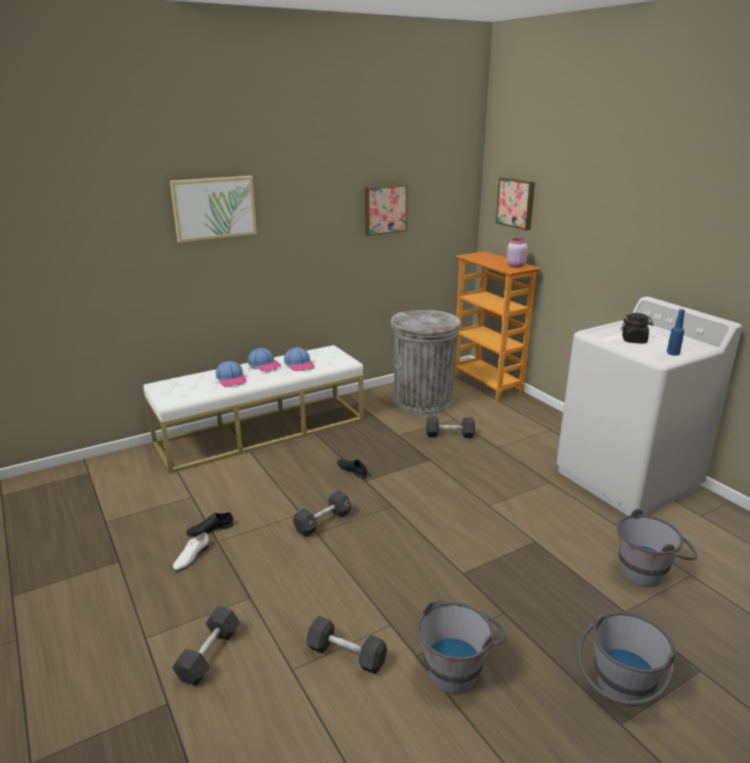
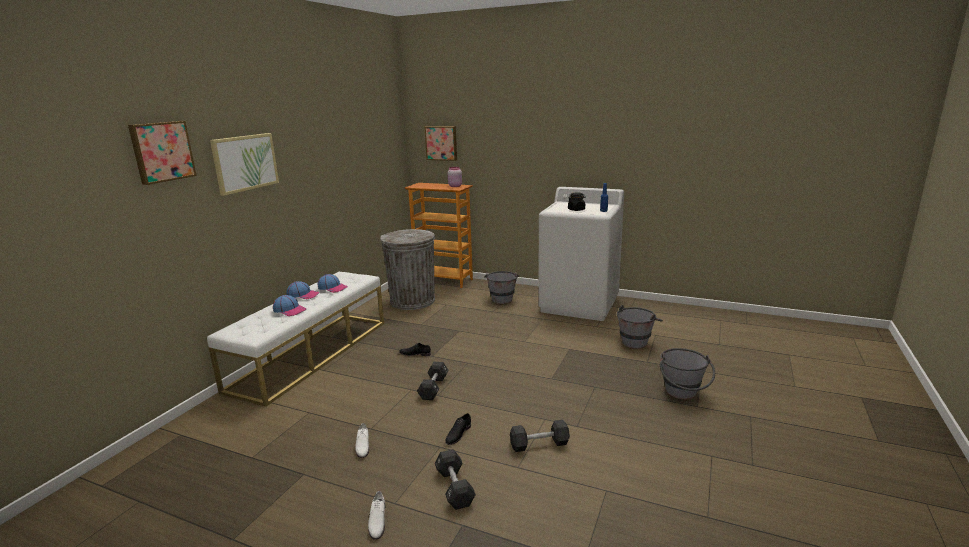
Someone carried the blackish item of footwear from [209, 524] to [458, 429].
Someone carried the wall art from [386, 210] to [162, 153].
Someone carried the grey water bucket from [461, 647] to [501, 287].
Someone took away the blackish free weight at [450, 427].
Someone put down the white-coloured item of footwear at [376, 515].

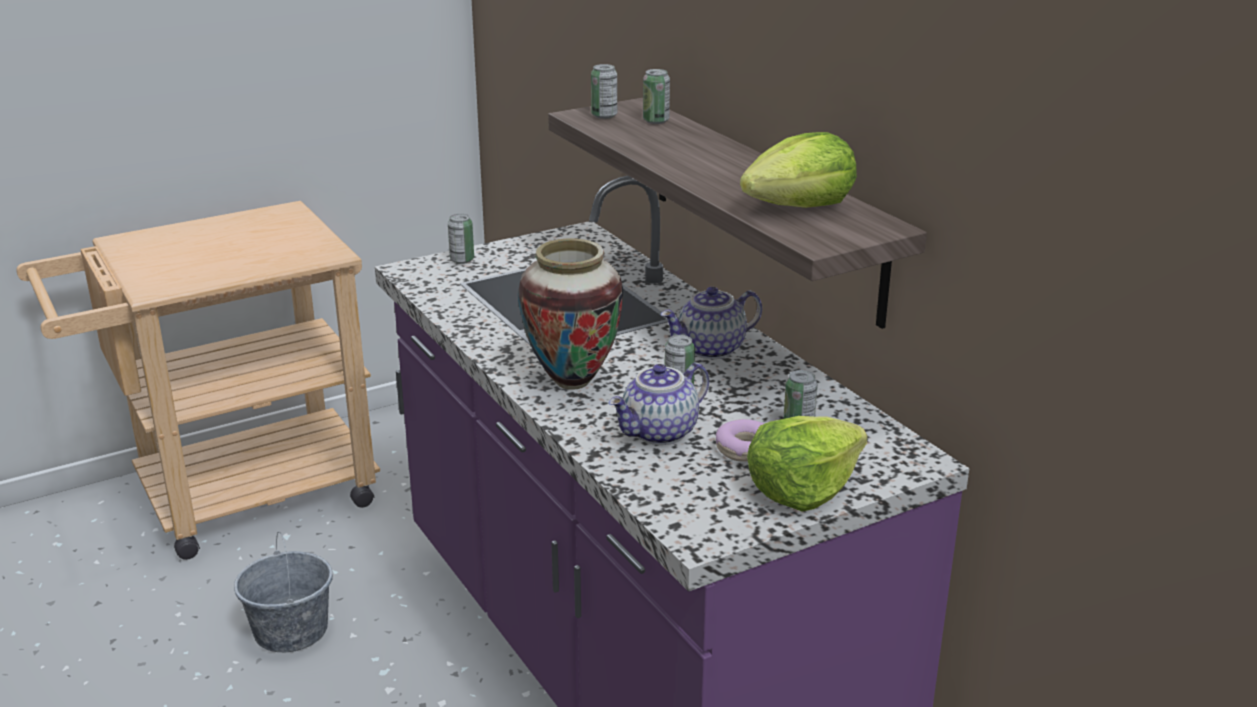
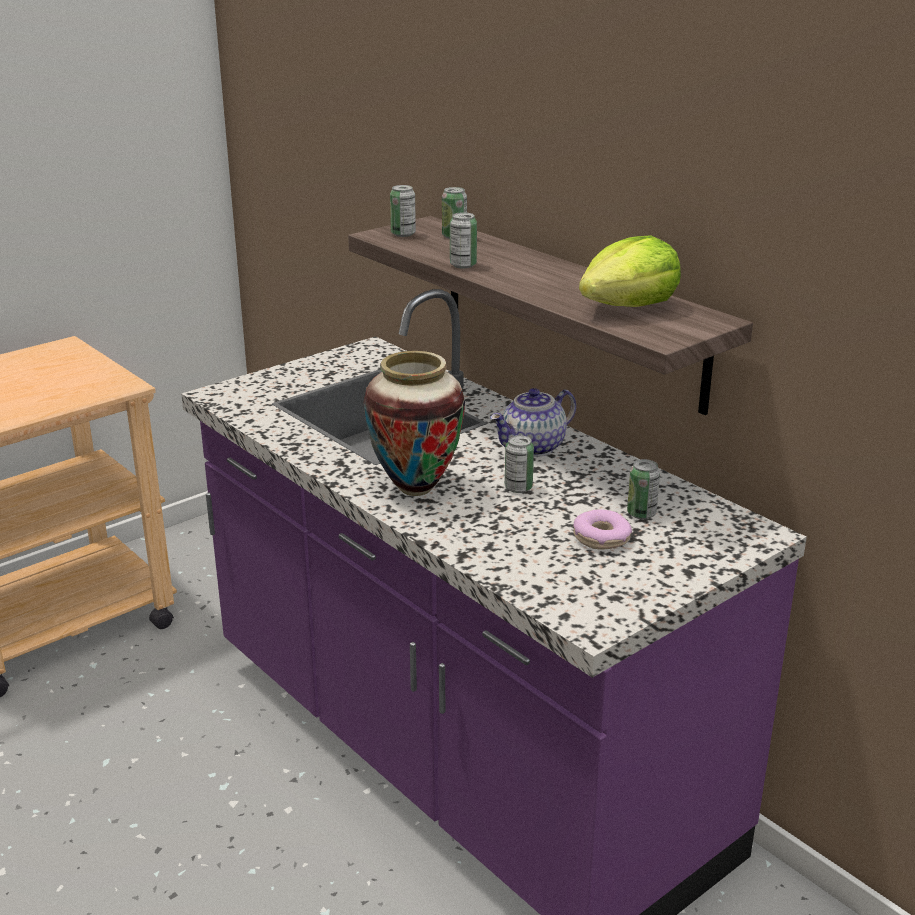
Someone took away the grey water bucket at [283, 592].
Someone carried the metal can from [461, 239] to [463, 240].
Someone took away the pot for tea at [659, 403].
Someone took away the lettuce at [807, 464].

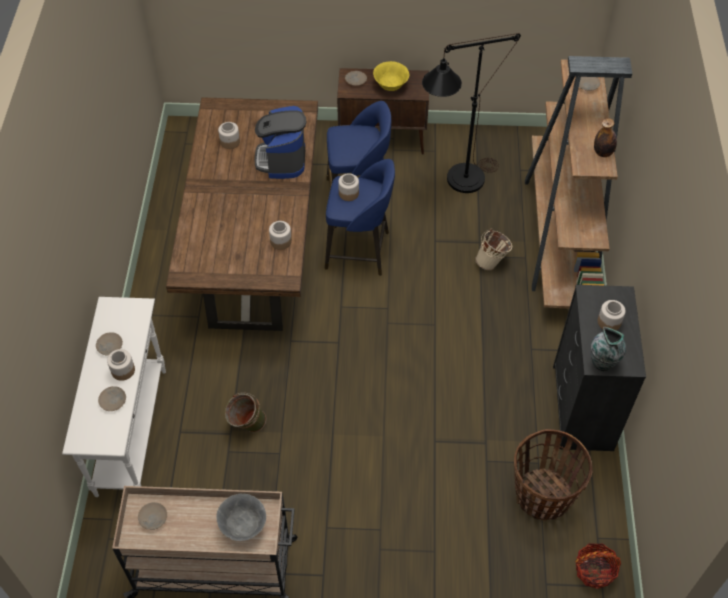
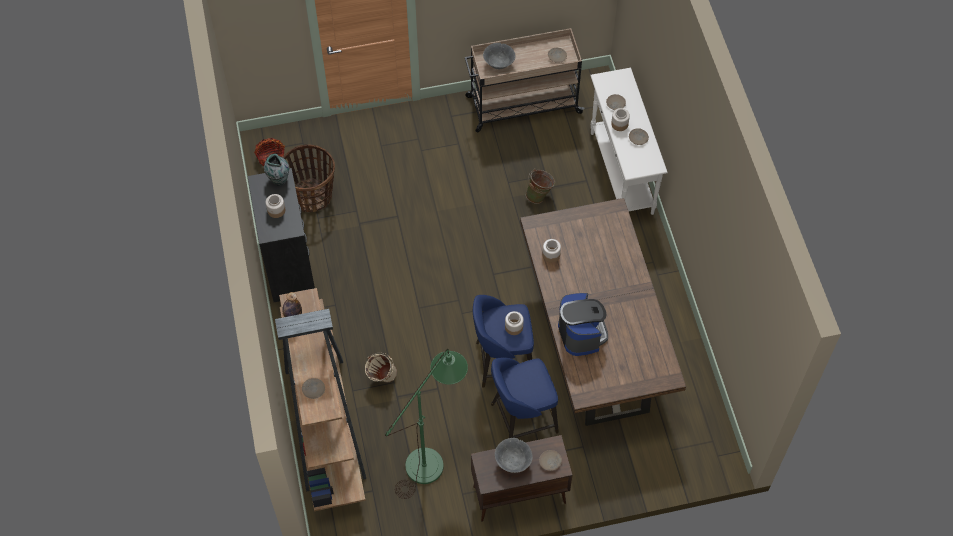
Someone took away the preserve jar at [229, 135].
Someone repainted the yellow deep dish at [391, 76], which became the grey deep dish at [514, 455].
Someone repainted the blackish floor lamp at [471, 113], which became the green-coloured floor lamp at [426, 424].

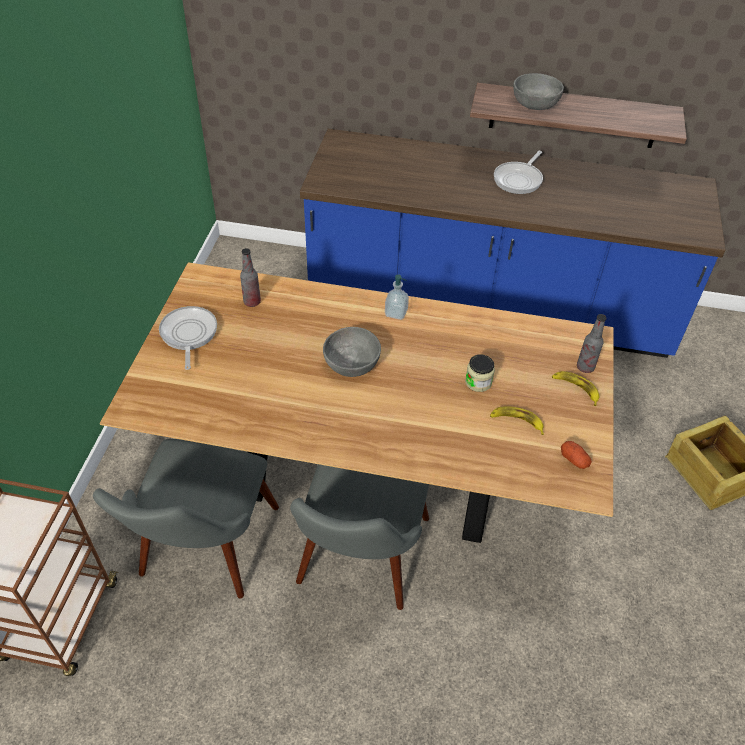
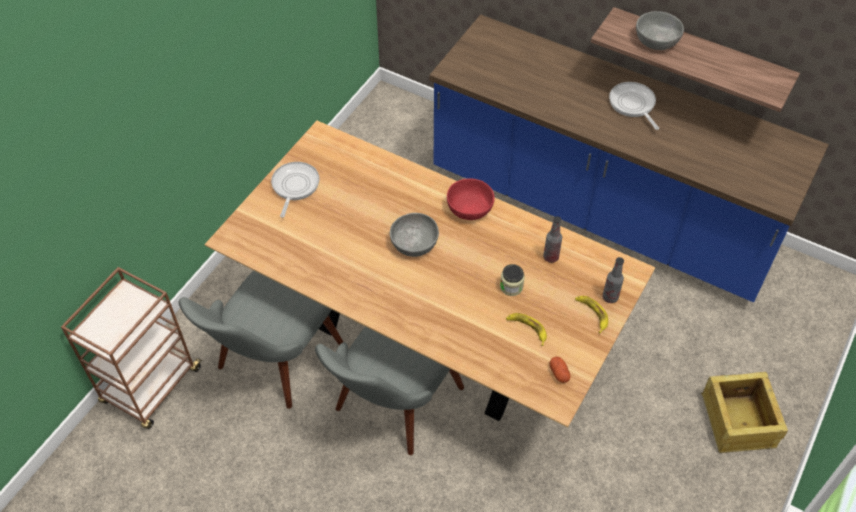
Someone carried the beverage bottle from [250, 277] to [552, 239].
Someone swapped the liquid soap bottle at [397, 297] for the red-coloured deep dish at [471, 199].
Someone rotated the skillet at [518, 172] by 105 degrees clockwise.

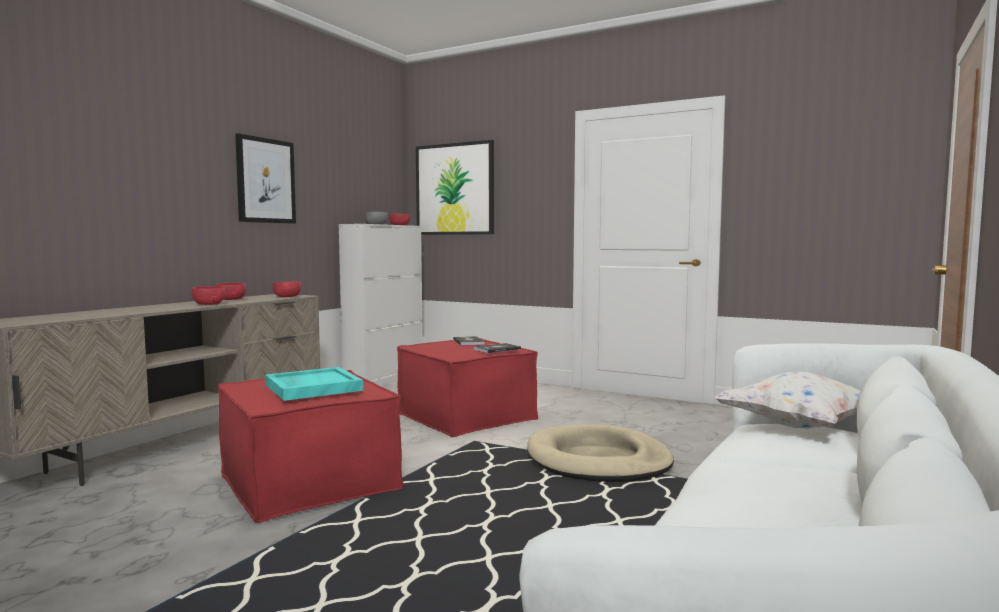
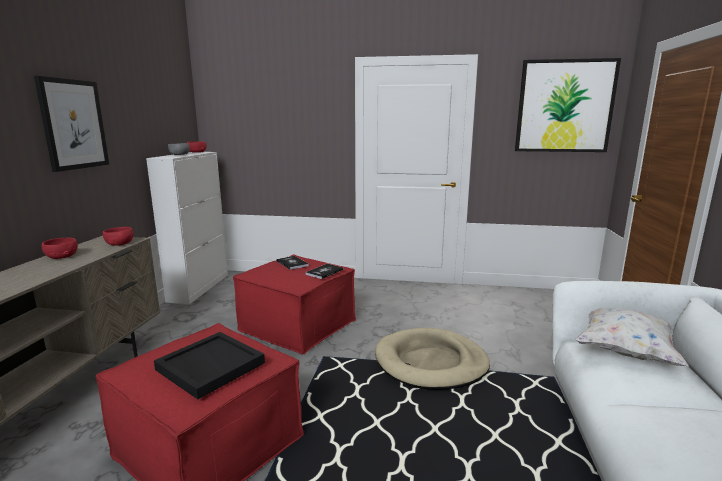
Someone took away the red-coloured deep dish at [208, 295].
Someone repainted the blue-green serving tray at [314, 384], which became the blackish serving tray at [209, 365].
Someone carried the wall art from [455, 187] to [568, 105].

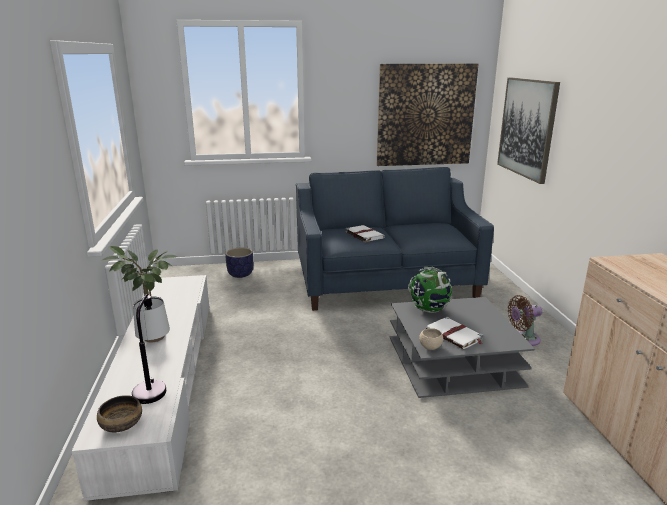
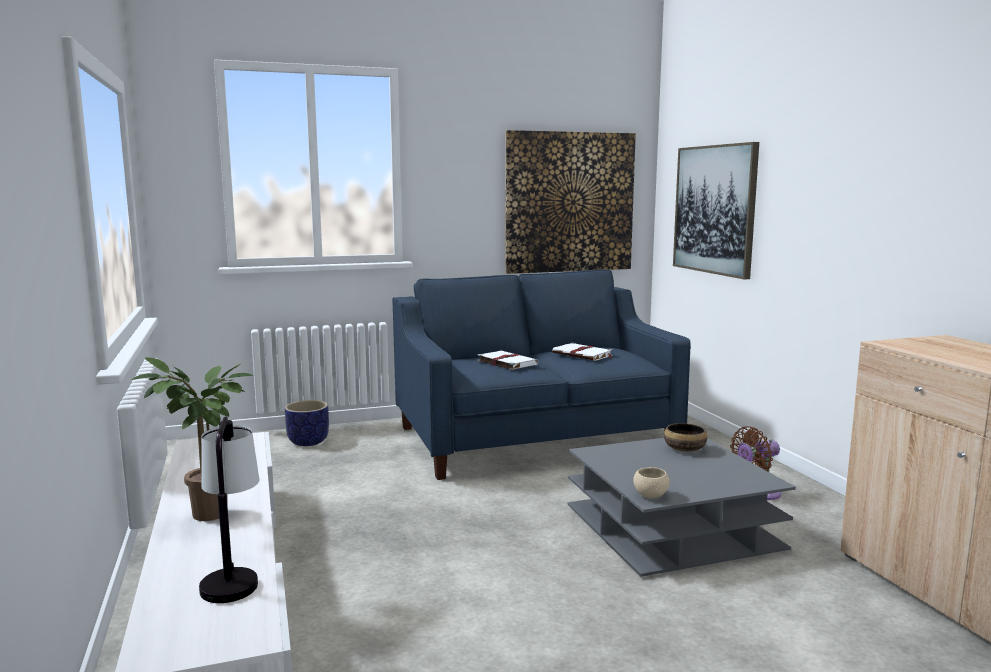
Someone carried the deep dish from [119, 413] to [685, 437].
Someone took away the globe at [430, 290].
Someone carried the white-coloured book from [454, 333] to [583, 352].

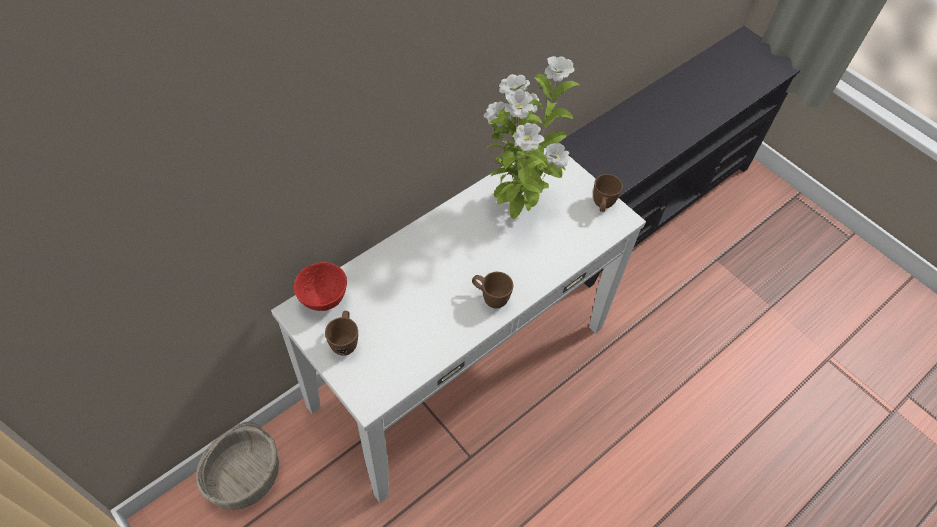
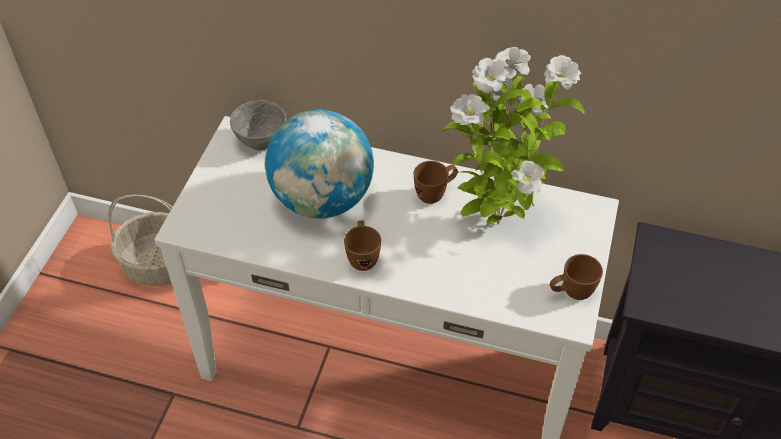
Someone repainted the red-coloured deep dish at [320, 286], which became the grey deep dish at [258, 125].
Someone carried the brown-coloured tea mug from [341, 333] to [436, 182].
Someone put down the globe at [319, 164].

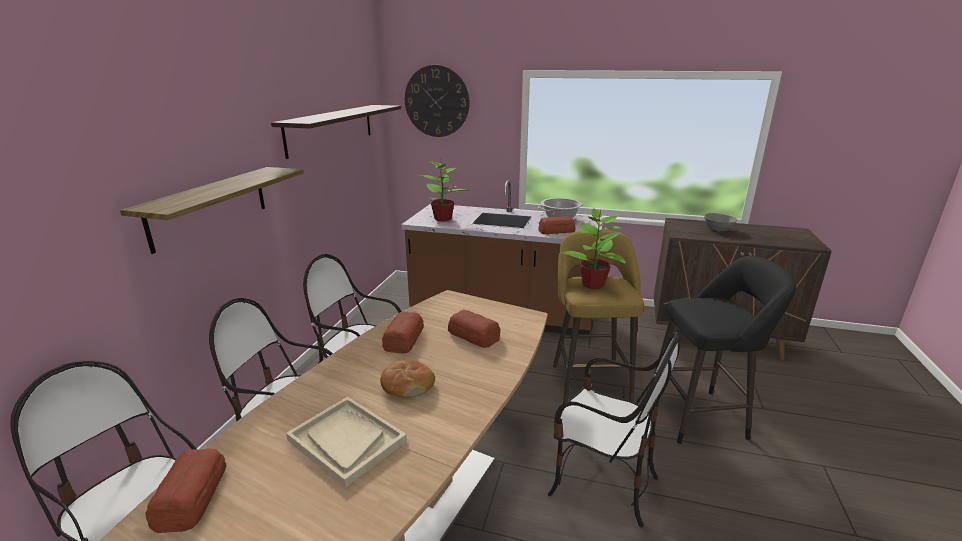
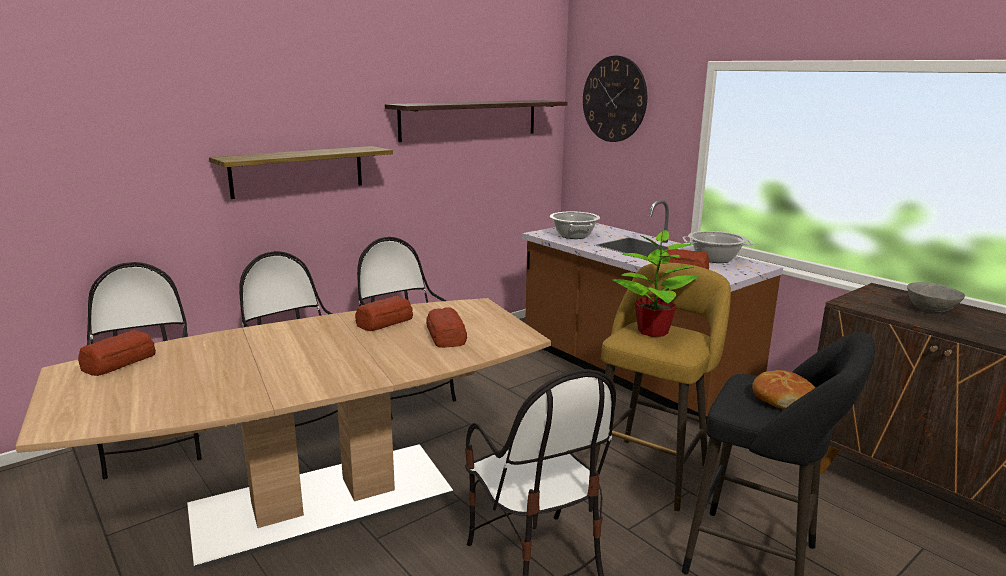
Someone took away the sand-coloured serving tray at [346, 442].
Someone carried the bakery bread from [407, 378] to [783, 389].
Someone swapped the potted plant at [443, 191] for the saucepot at [575, 225].

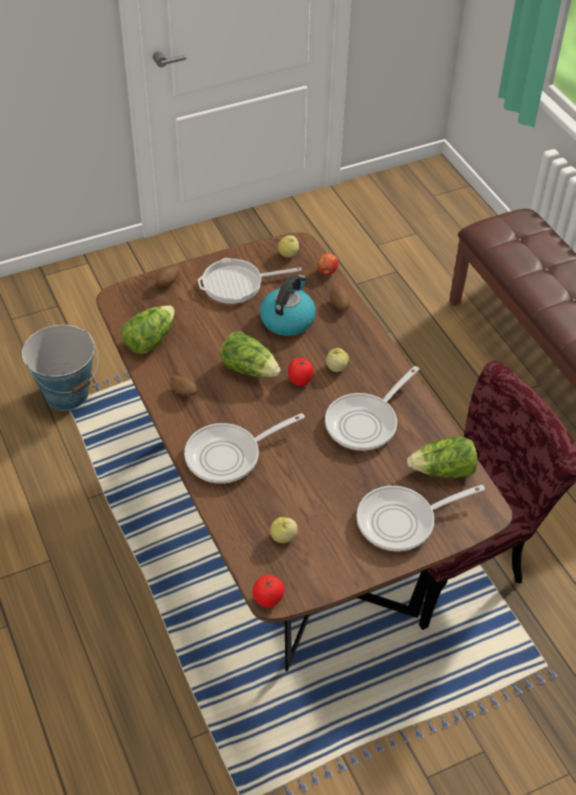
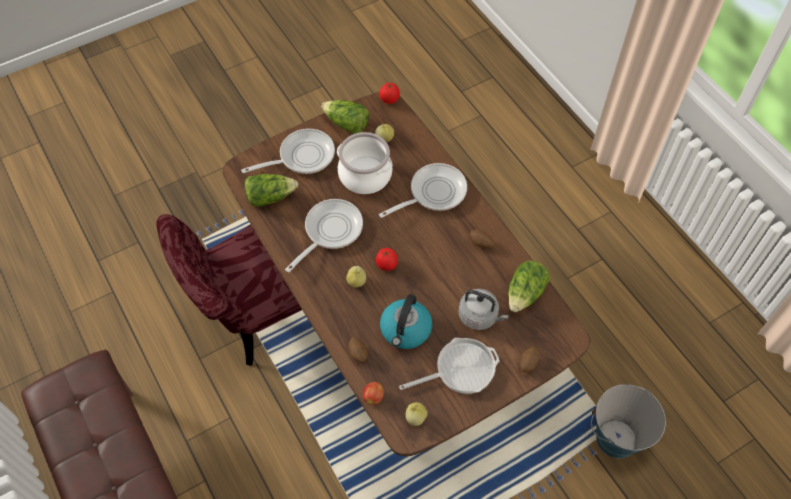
Someone carried the lettuce from [250, 354] to [345, 117].
Someone put down the saucepot at [365, 163].
Someone put down the grey tea kettle at [483, 309].

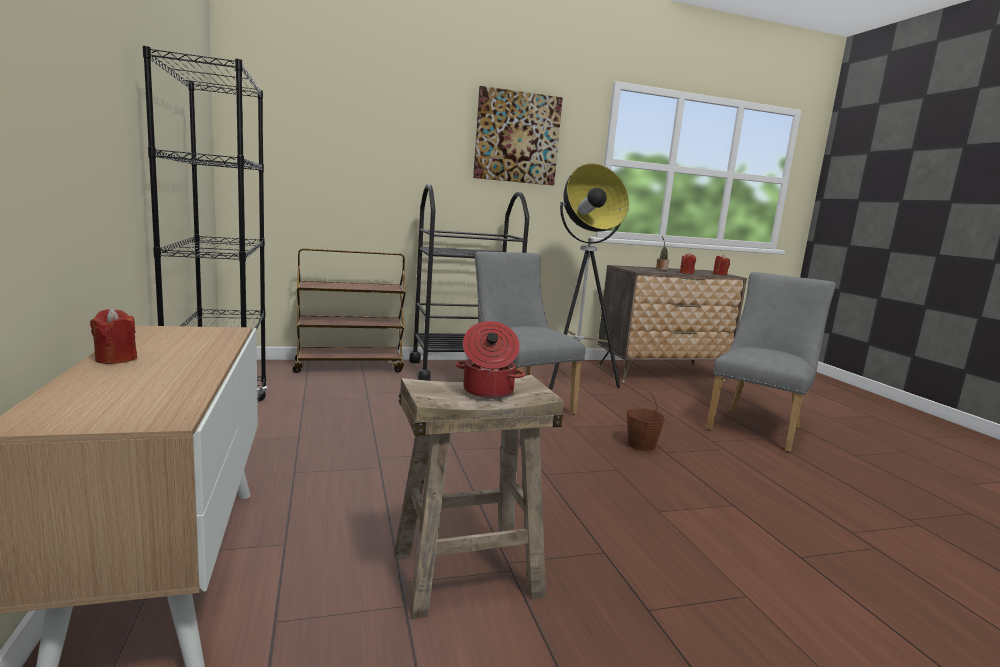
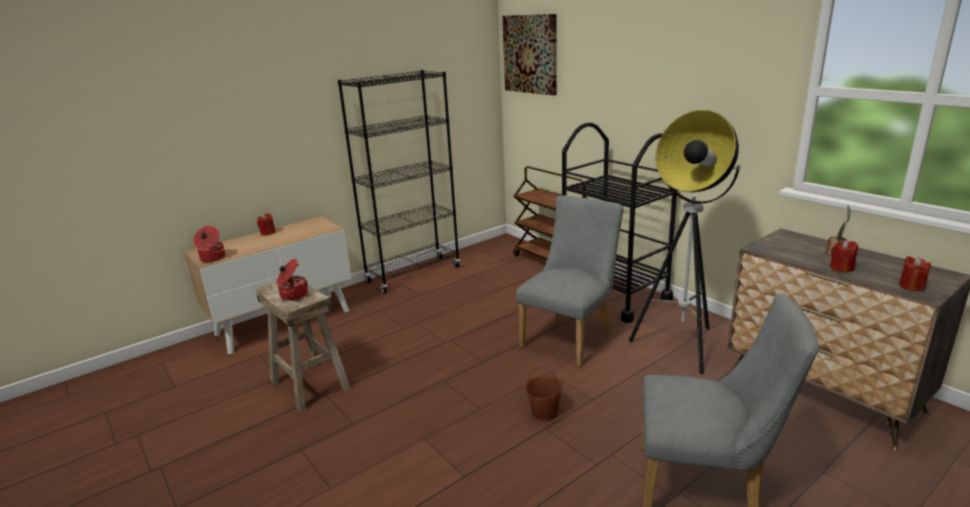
Someone carried the wall art from [518, 135] to [529, 55].
Someone put down the saucepot at [209, 244].

